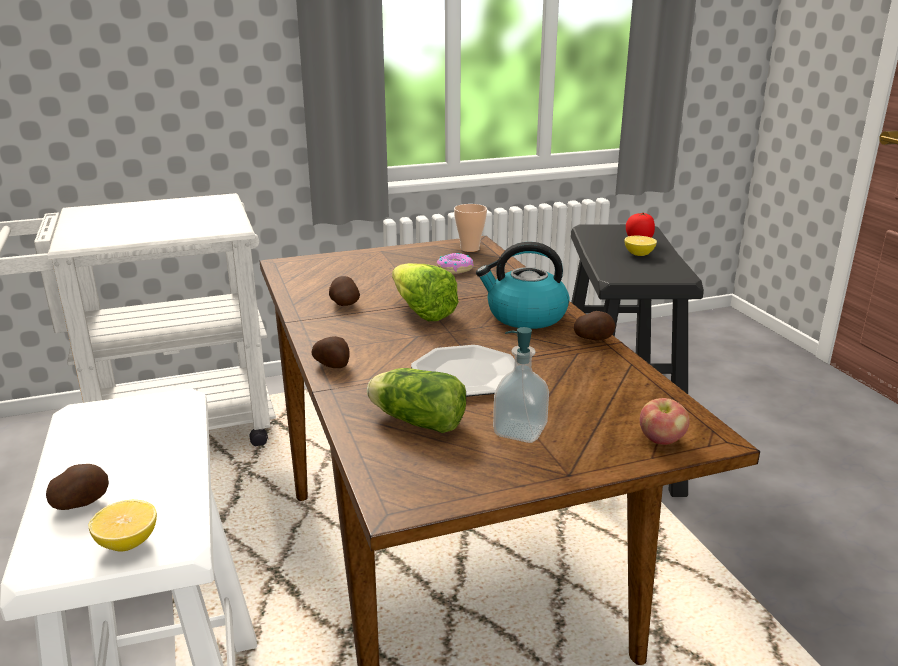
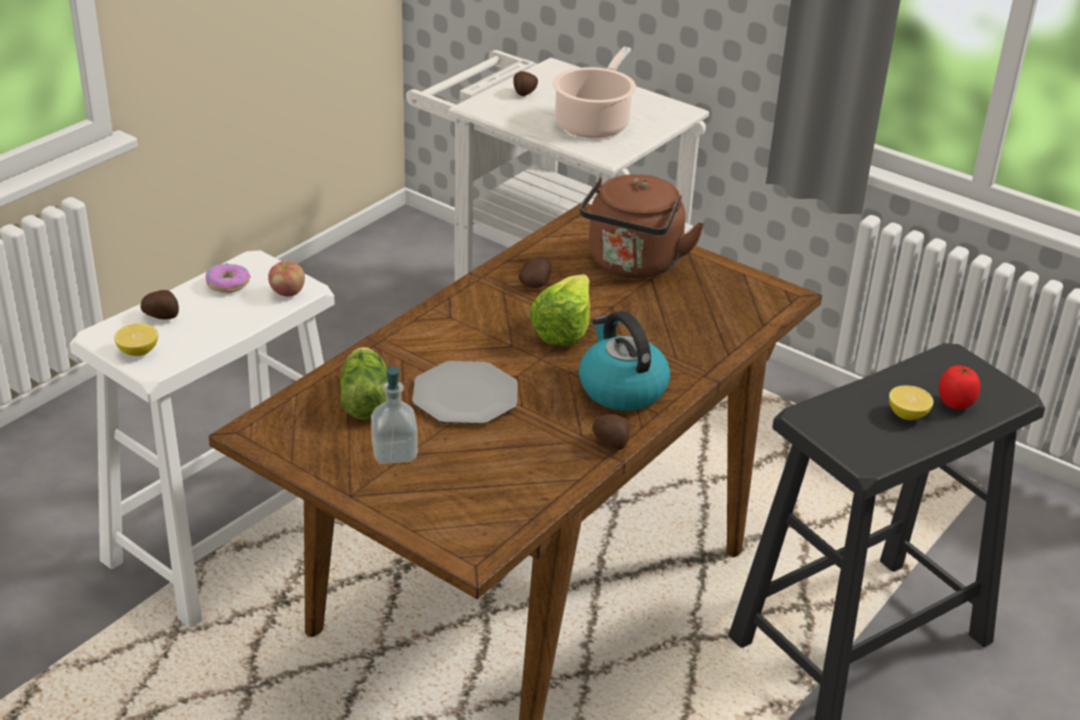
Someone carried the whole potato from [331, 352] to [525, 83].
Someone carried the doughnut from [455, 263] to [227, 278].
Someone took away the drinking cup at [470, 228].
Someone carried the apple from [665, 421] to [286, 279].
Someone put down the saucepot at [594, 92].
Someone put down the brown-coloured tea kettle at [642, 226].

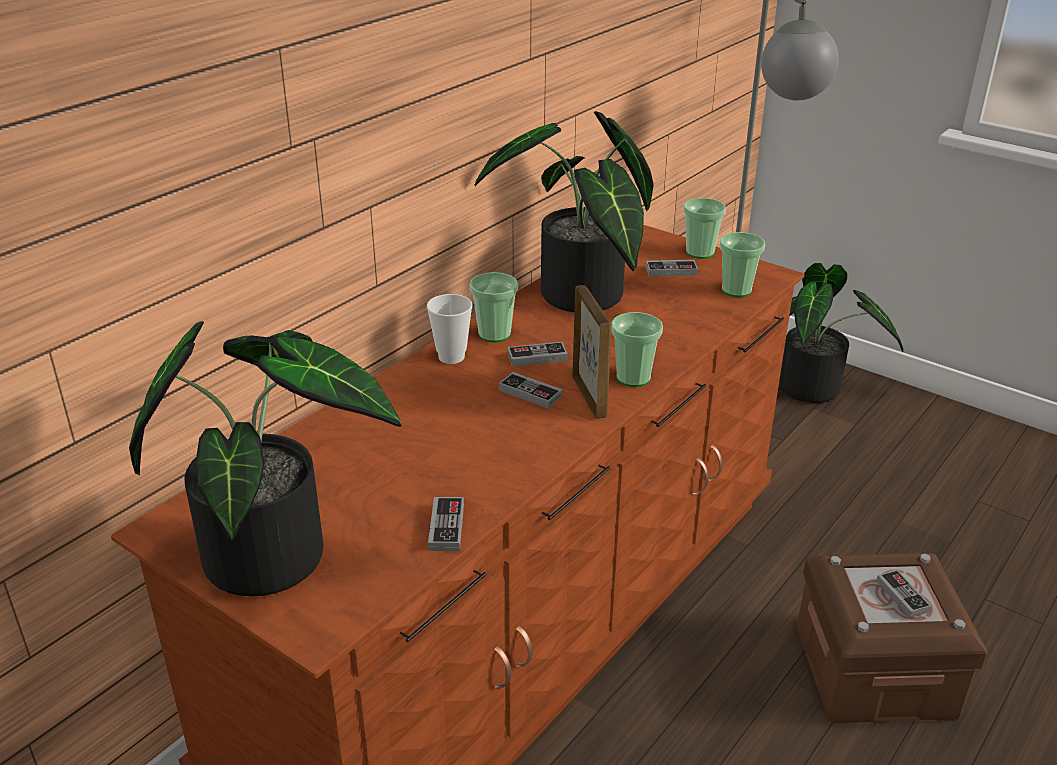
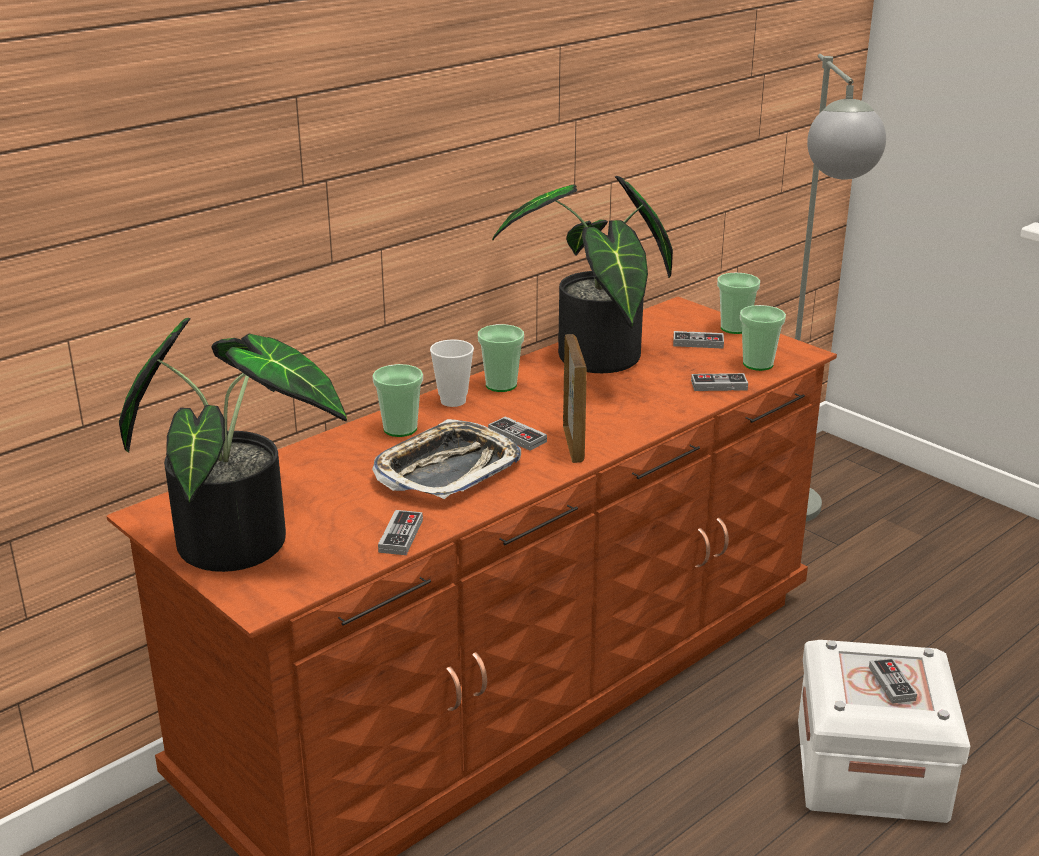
Someone carried the game controller from [538, 354] to [719, 382].
Someone carried the drinking cup from [637, 349] to [397, 400].
Someone took away the potted plant at [842, 333].
Someone repainted the brown-coloured storage box at [892, 638], which became the white-coloured storage box at [884, 731].
Someone put down the serving tray at [446, 459].

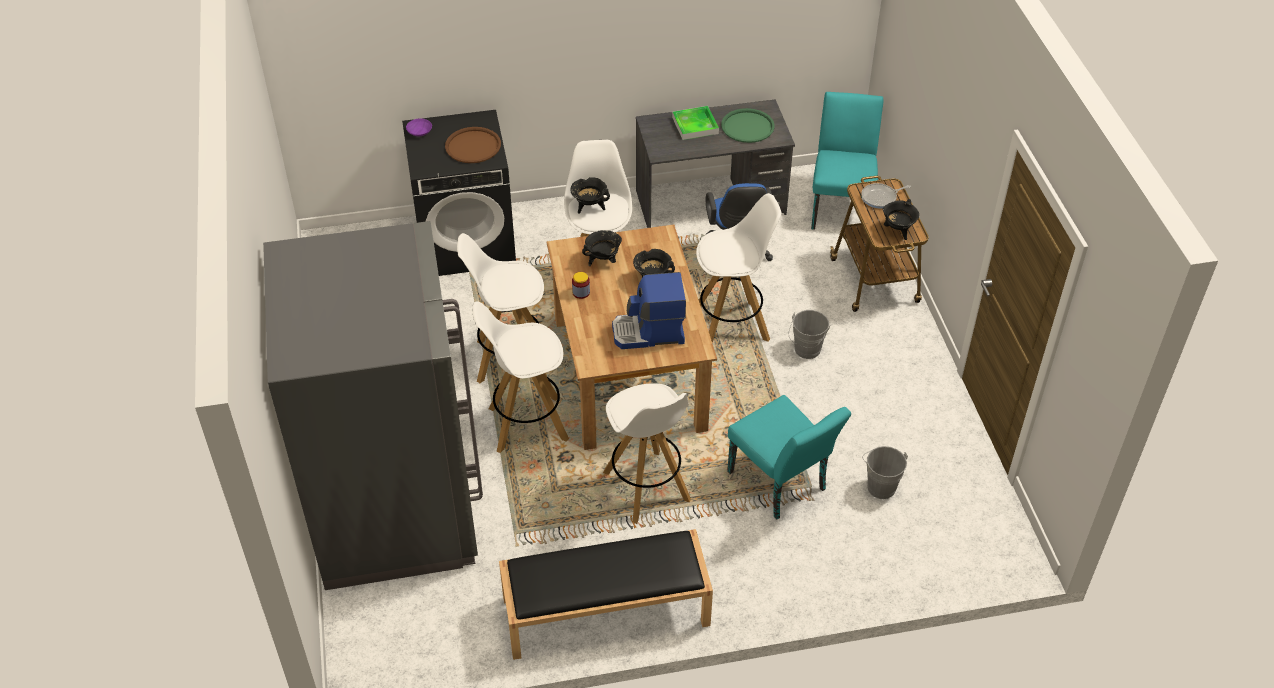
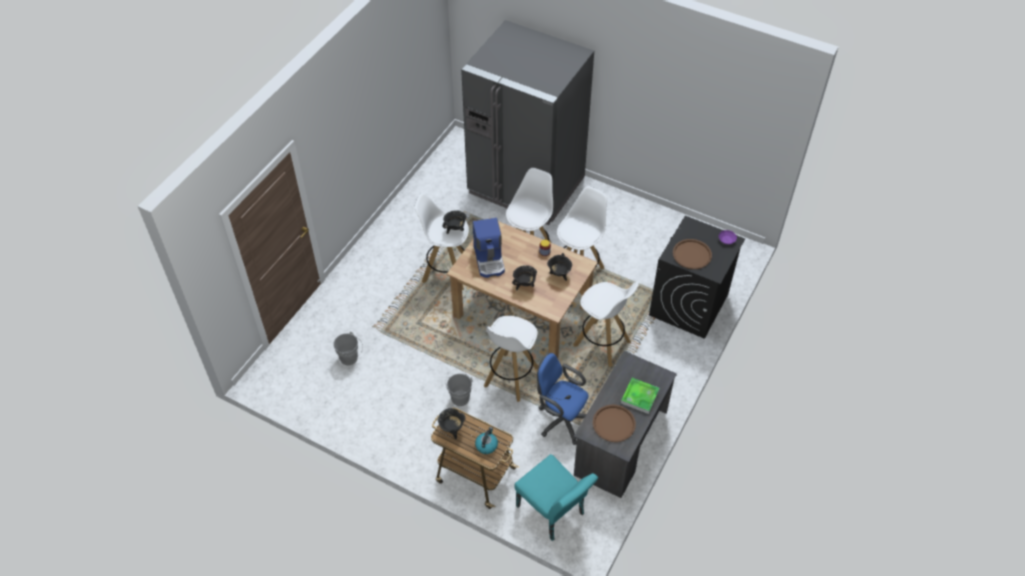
Someone took away the blackish indoor bench at [606, 594].
Someone carried the blackish saucepot from [590, 195] to [454, 222].
Someone rotated the coffee machine at [649, 310] by 135 degrees clockwise.
Someone repainted the green-coloured serving tray at [748, 125], which became the brown-coloured serving tray at [614, 423].
Someone took away the blue-green chair at [789, 457].
Someone swapped the skillet at [886, 196] for the tea kettle at [486, 440].

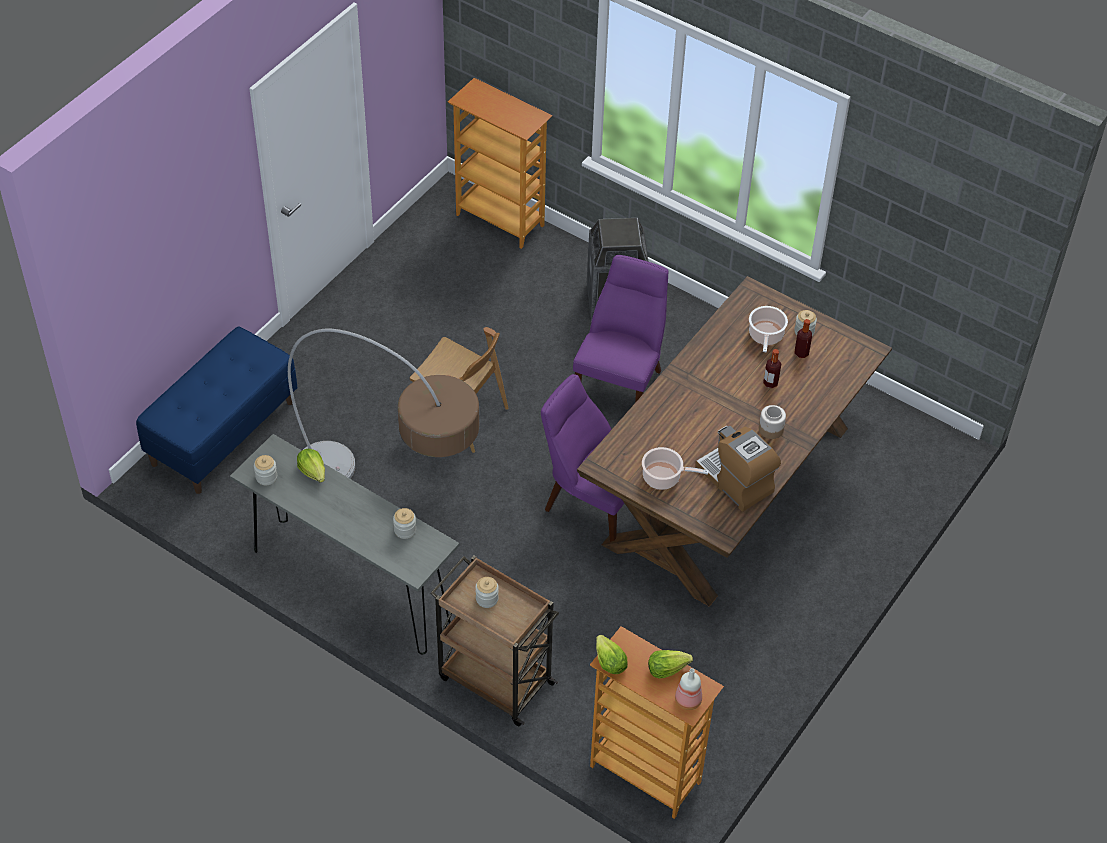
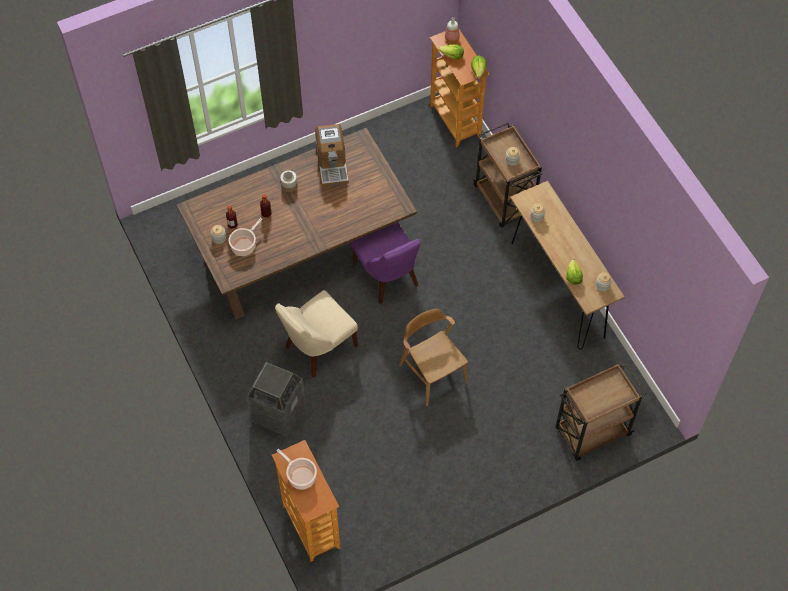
Someone swapped the bluish indoor bench at [216, 410] for the brown-coloured wheeled cart at [601, 412].
Someone repainted the grey narrow table at [344, 544], which became the brown-coloured narrow table at [567, 265].
Someone took away the floor lamp at [383, 404].
Someone repainted the purple chair at [620, 329], which became the sand-coloured chair at [316, 334].
Someone carried the saucepot from [675, 468] to [297, 469].

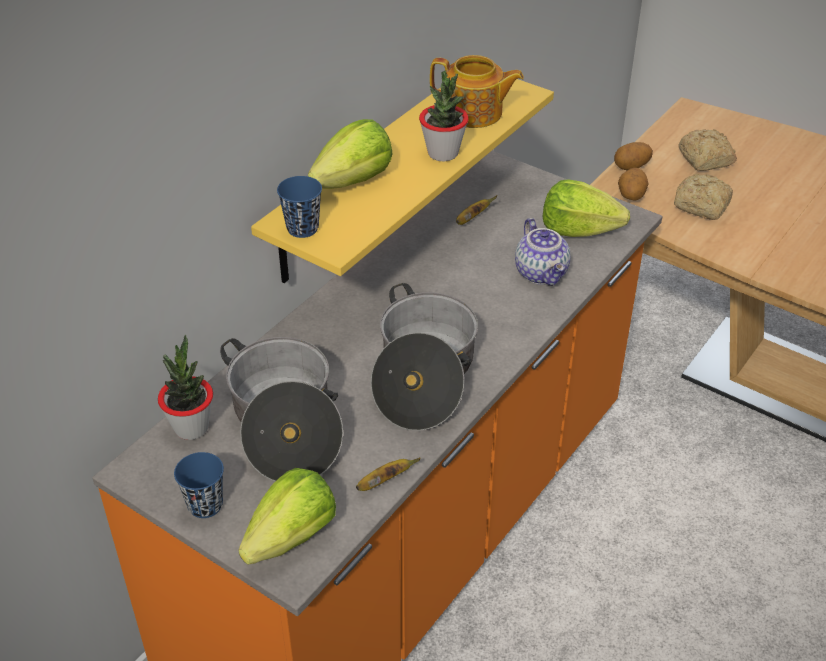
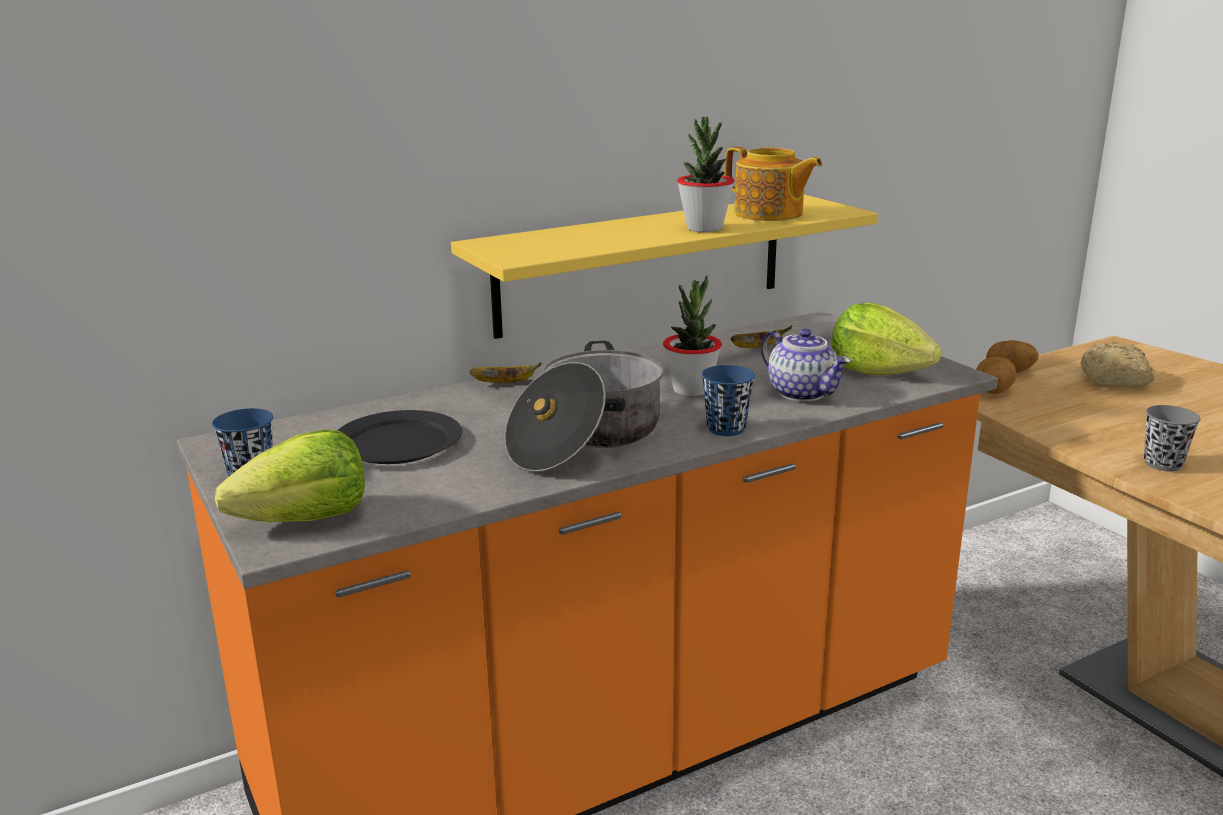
Someone carried the potted plant from [185, 387] to [692, 335].
Someone swapped the saucepot at [281, 409] for the blackish dinner plate at [399, 437].
Someone carried the bluish drinking cup from [299, 207] to [728, 400].
Someone took away the lettuce at [350, 154].
Someone carried the banana fruit from [388, 474] to [505, 372].
Someone rotated the pot for tea at [543, 252] by 45 degrees counterclockwise.
Someone took away the bakery bread at [703, 197].
Someone put down the grey drinking cup at [1172, 438].

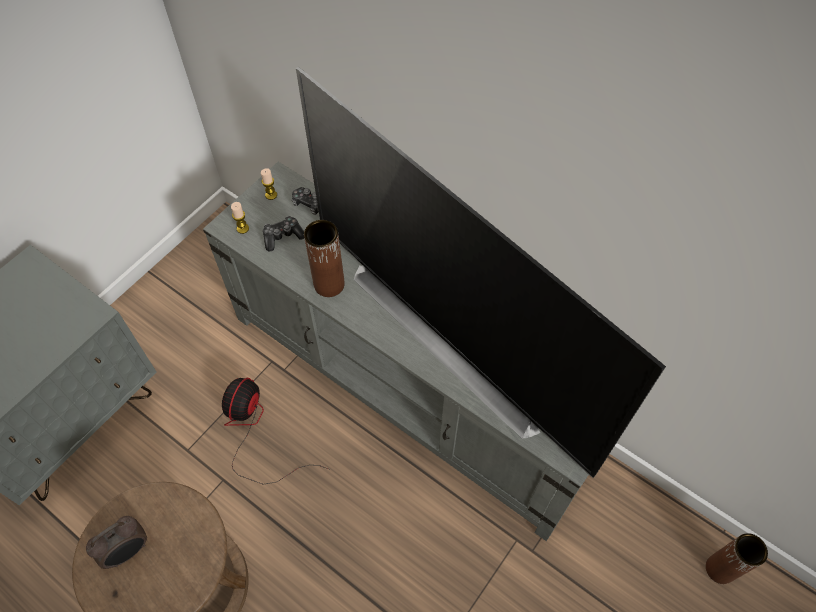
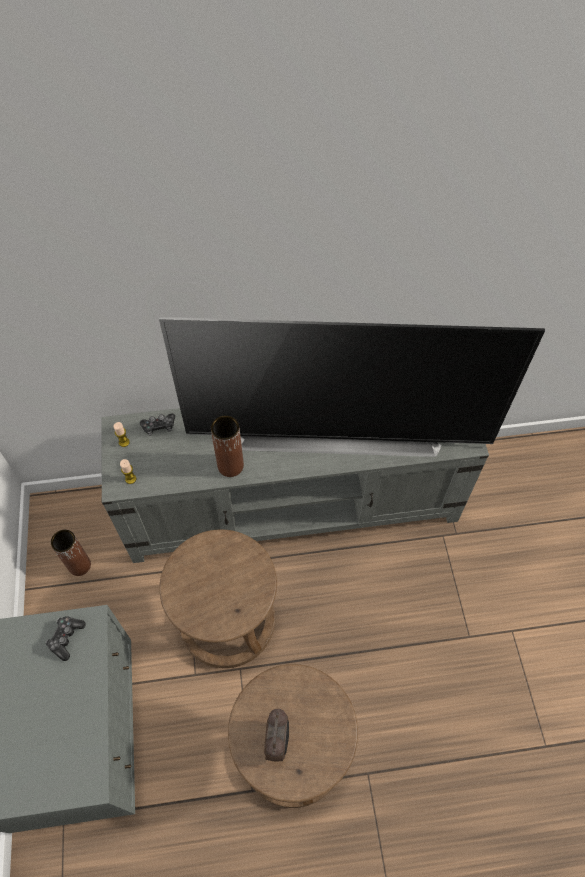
Someone swapped the cooling fan at [275, 431] for the brown-coloured stool at [218, 598].
Someone carried the game controller from [283, 234] to [65, 638].
Someone carried the brown-coloured vase from [737, 558] to [71, 553].

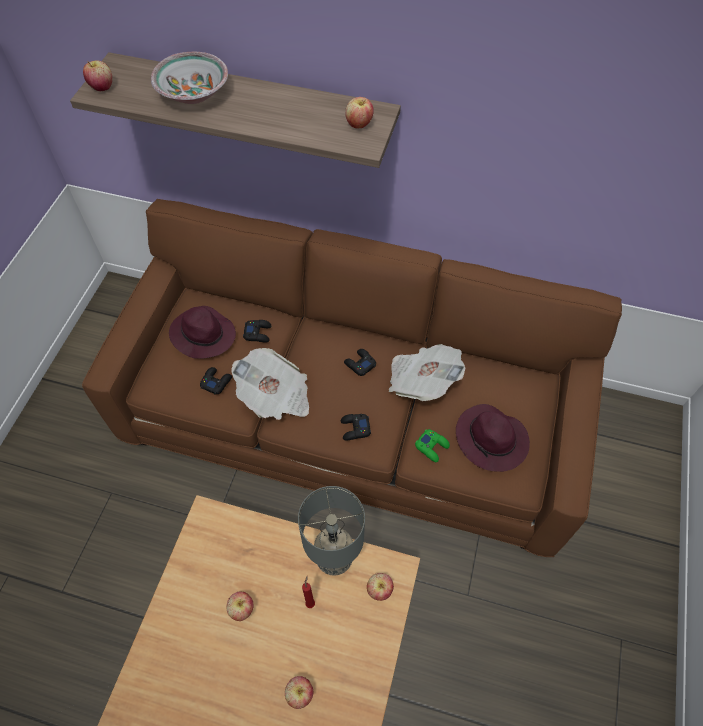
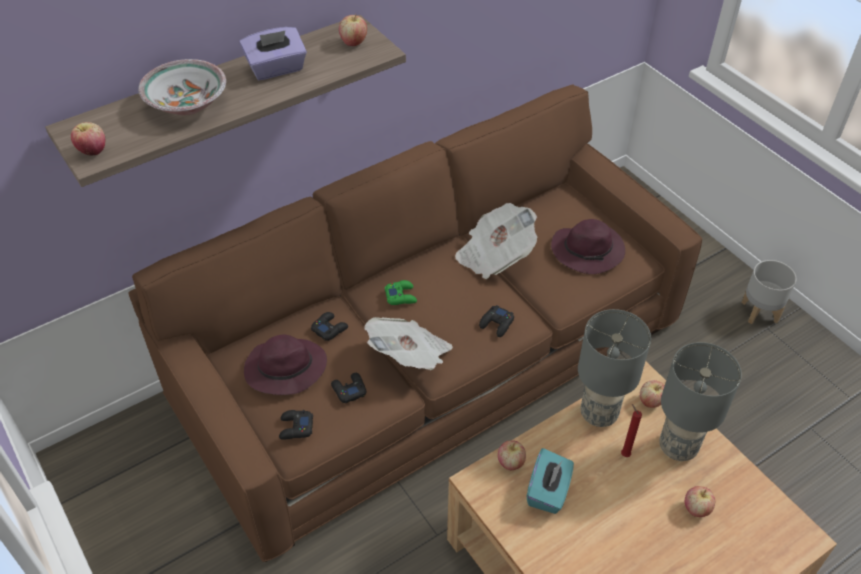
Someone carried the apple from [239, 606] to [512, 455].
Someone carried the blackish game controller from [360, 362] to [296, 425].
Someone carried the green-coloured game controller from [432, 445] to [401, 292].
Someone put down the purple box of tissues at [273, 53].
Someone put down the blue-green box of tissues at [550, 481].
Someone put down the grey tabletop lamp at [700, 401].
Someone put down the grey flower pot at [769, 292].

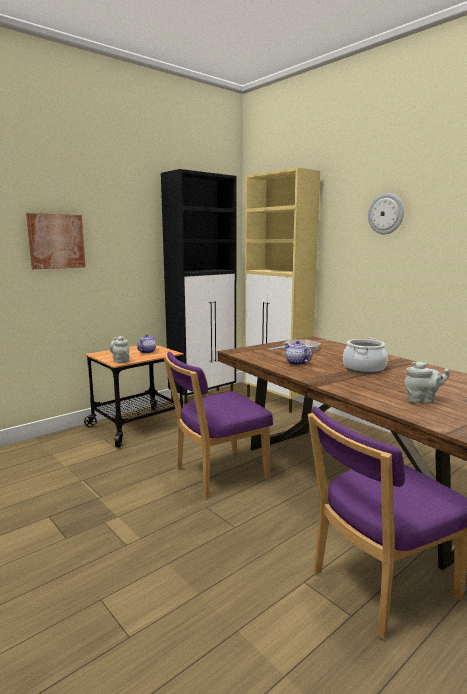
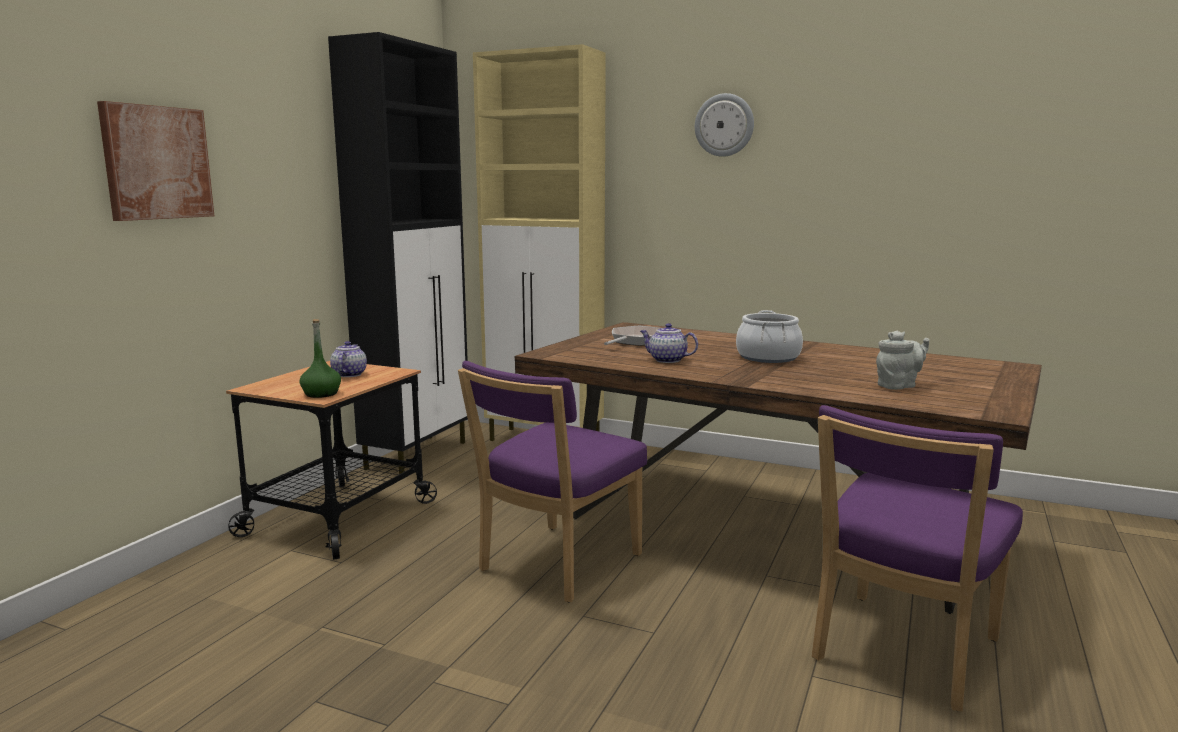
Someone swapped the grey pot for tea at [120, 349] for the green-coloured beverage bottle at [320, 358].

